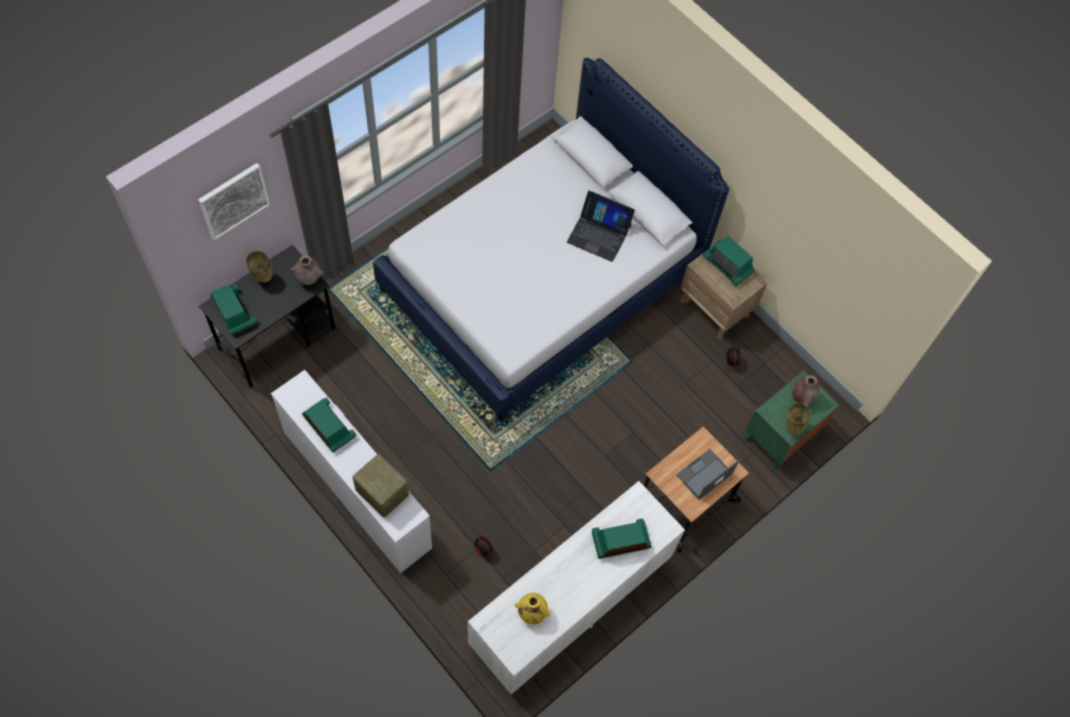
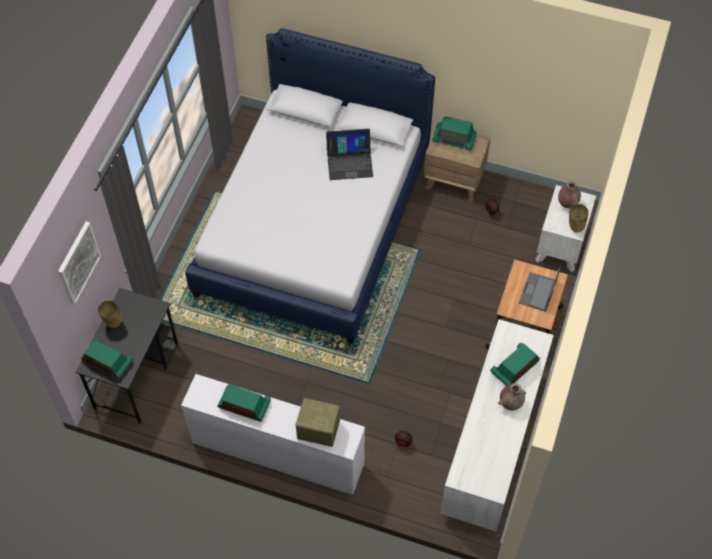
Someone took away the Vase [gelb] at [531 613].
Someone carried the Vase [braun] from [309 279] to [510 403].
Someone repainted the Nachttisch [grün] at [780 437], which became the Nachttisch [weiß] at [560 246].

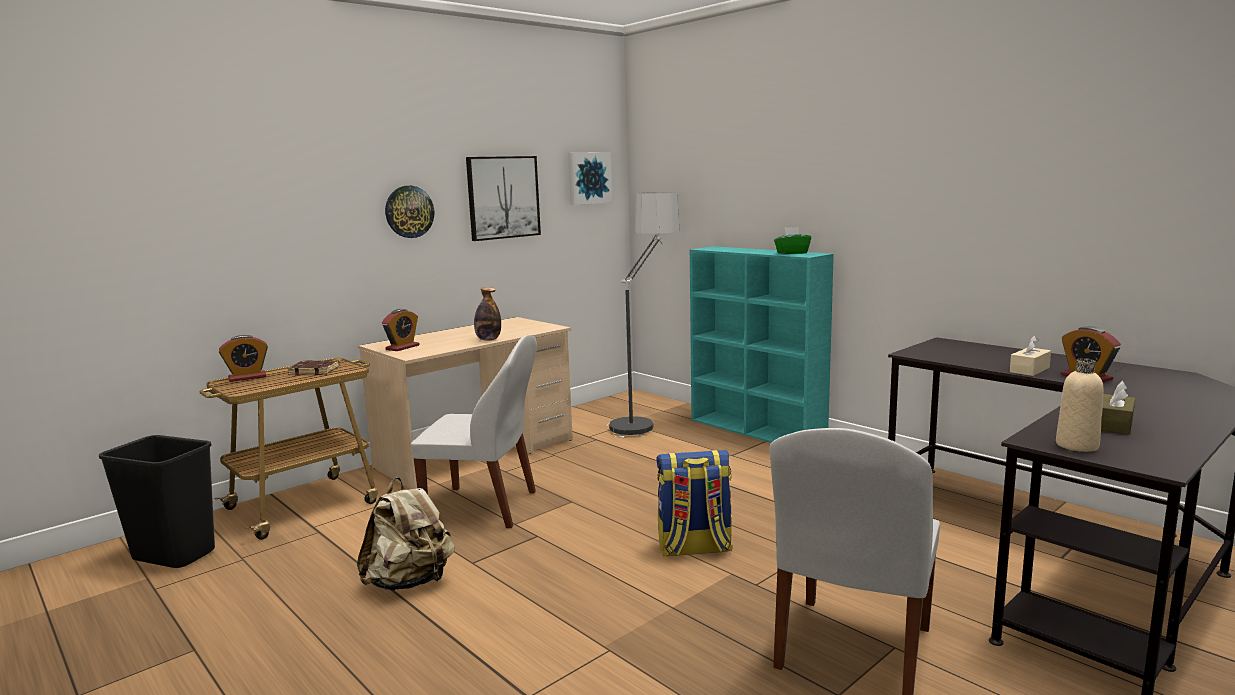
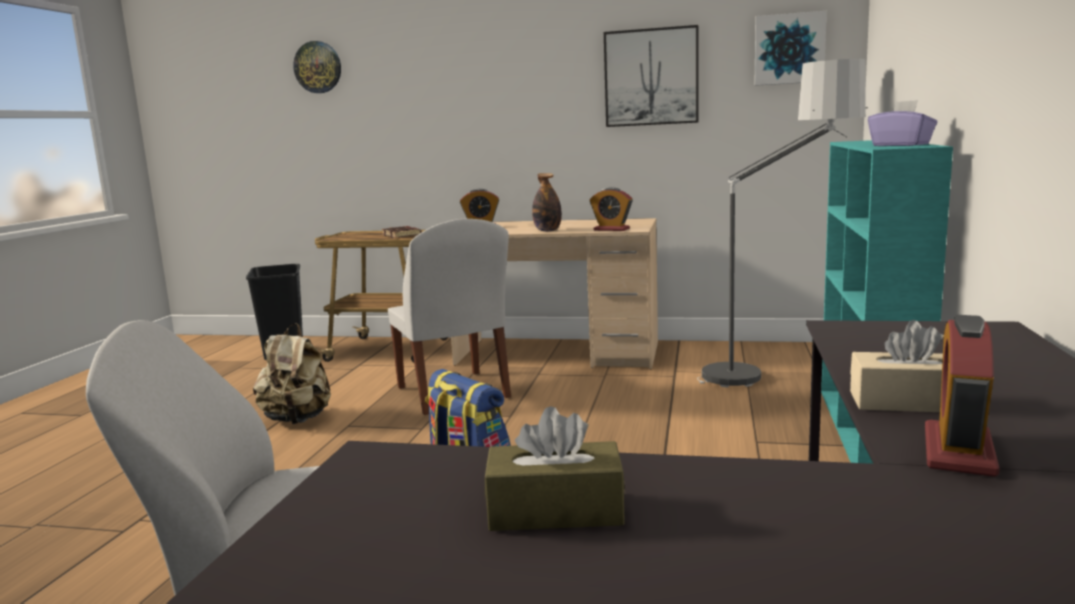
Someone took away the Flasche [beige] at [1077 445].
Someone carried the Wecker from [247 377] to [611 229].
Someone carried the Wanduhr from [409 211] to [318 67].
Someone repainted the Taschentuchbox [grün] at [792 253], which became the Taschentuchbox [lila] at [901 145].

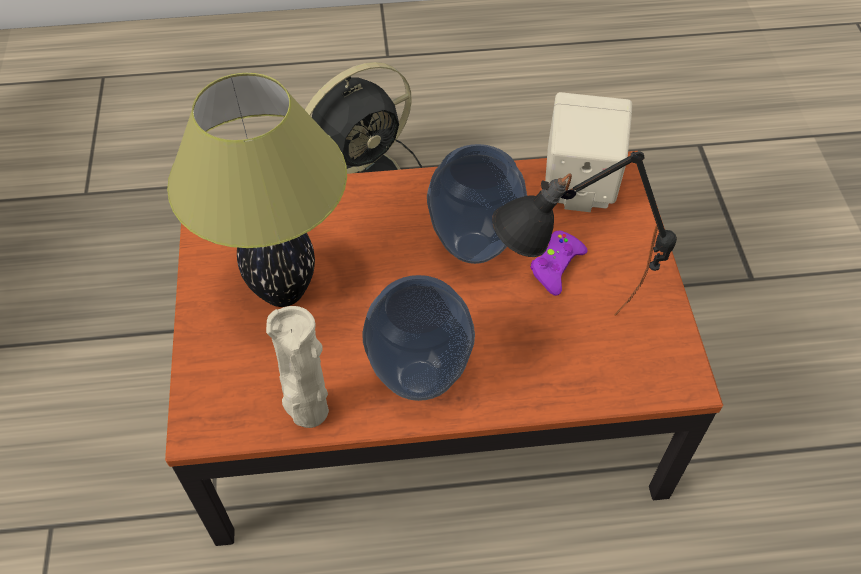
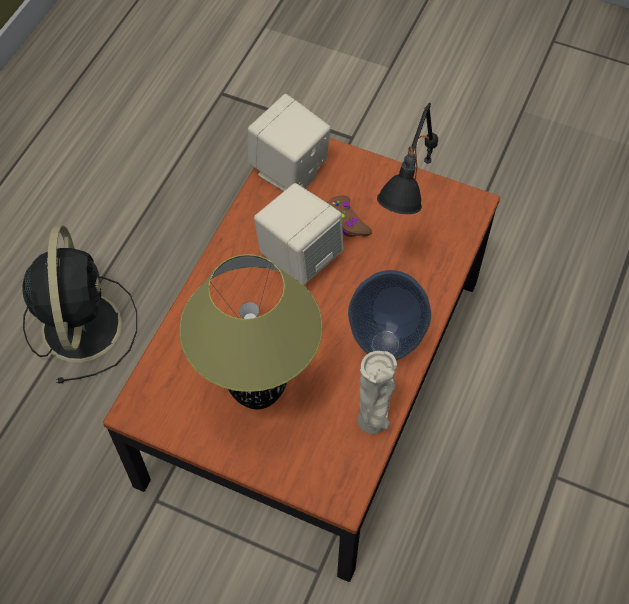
Someone swapped the Vase at [475 247] for the Lautsprecher [beige] at [299 258].
Someone repainted the Gamepad [lila] at [556 266], which became the Gamepad [braun] at [347 221].

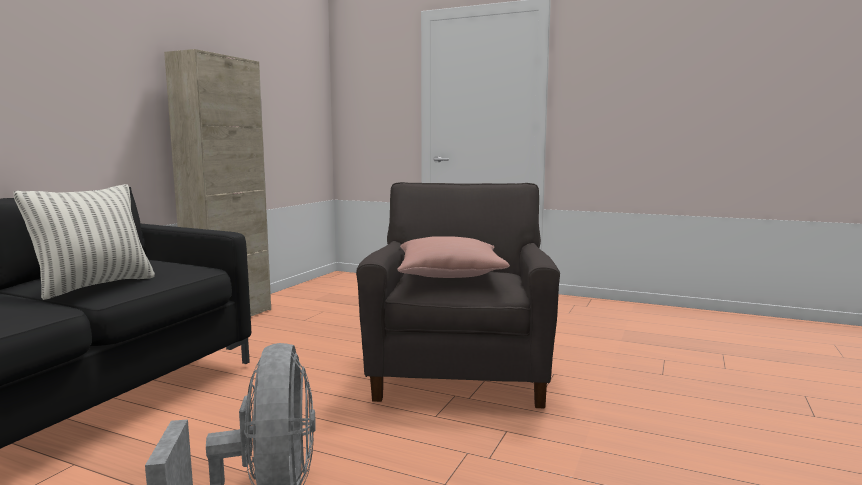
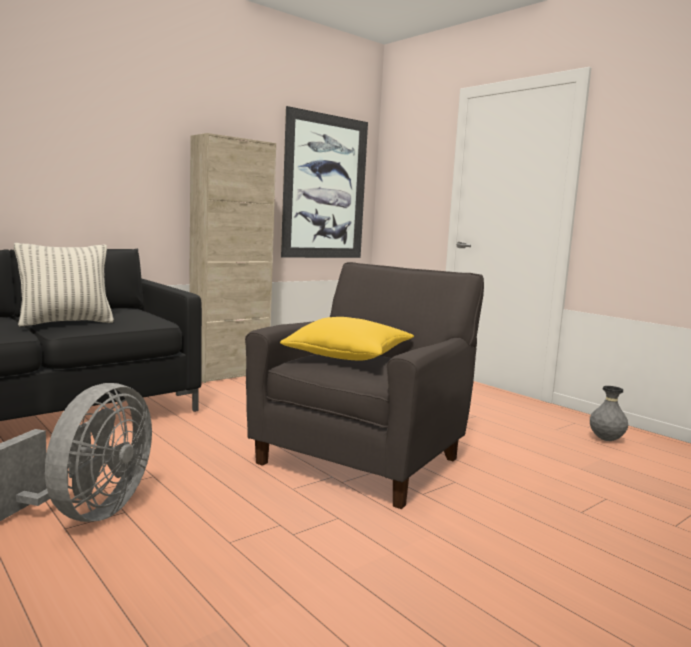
Someone put up the Bild at [325 187].
Someone put down the Vase [grau] at [606 440].
Someone repainted the Kissen [rosa] at [450 274], which became the Kissen [gelb] at [349 356].

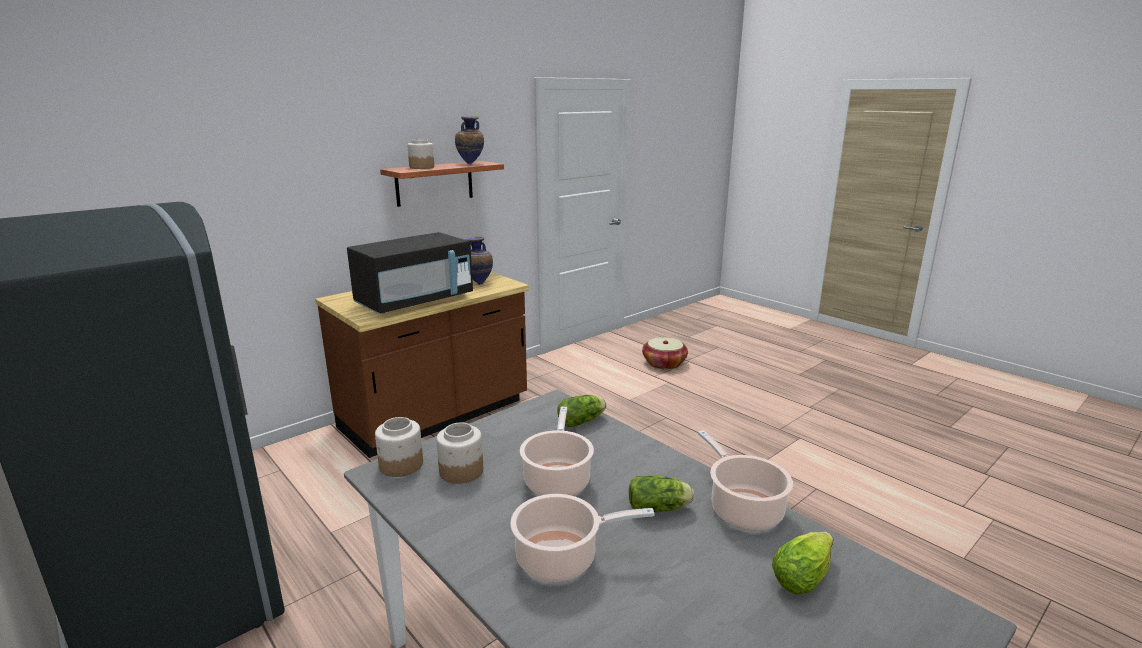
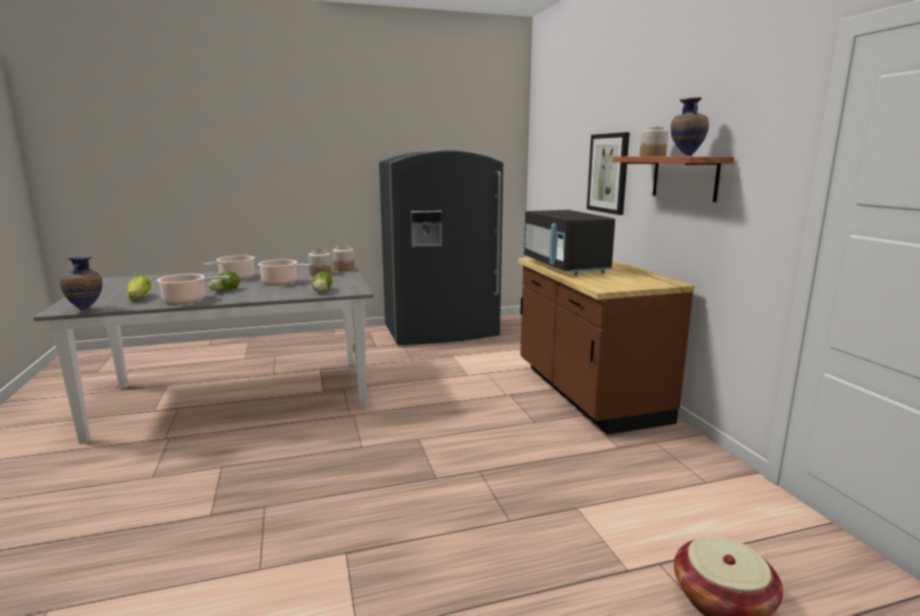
Someone put up the Bild at [608 173].
Someone carried the Vase from [479 283] to [87 310].

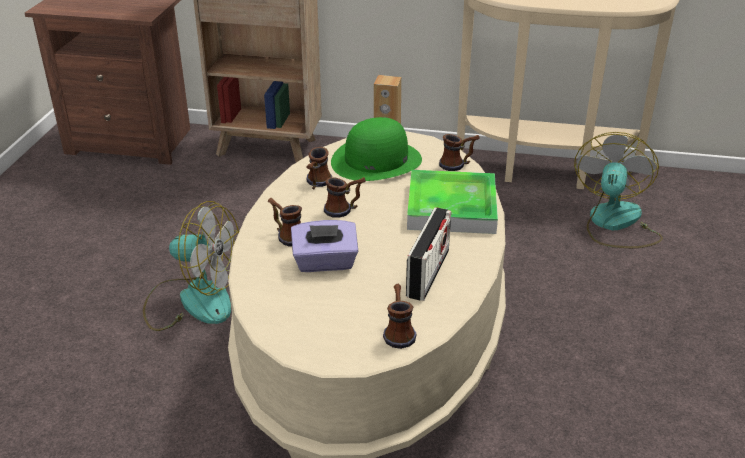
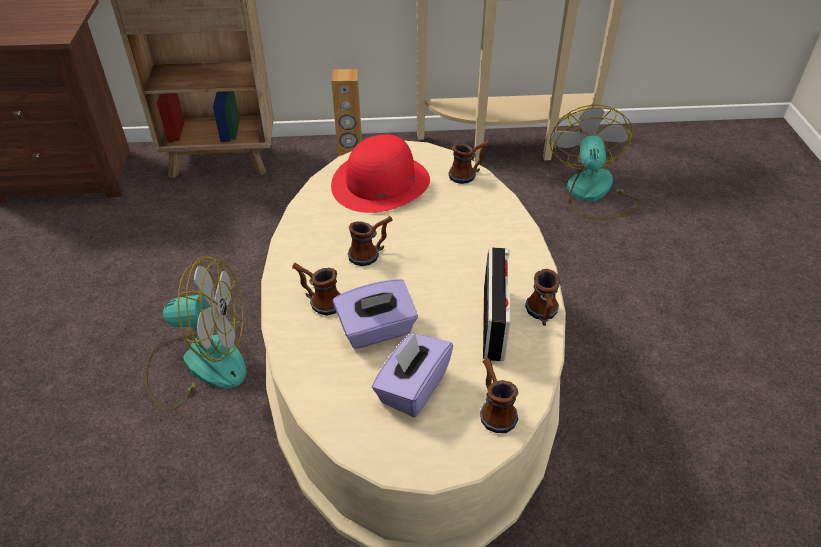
Someone took away the Tablett at [451 207].
Someone put down the Taschentuchbox [lila] at [412 388].
Someone carried the Henkelbecher from [316 184] to [542 315].
Someone repainted the Hut [grün] at [376 161], which became the Hut [rot] at [380 183].

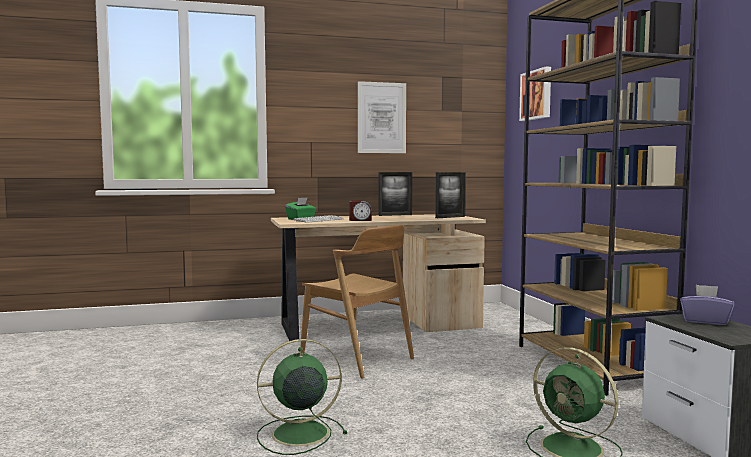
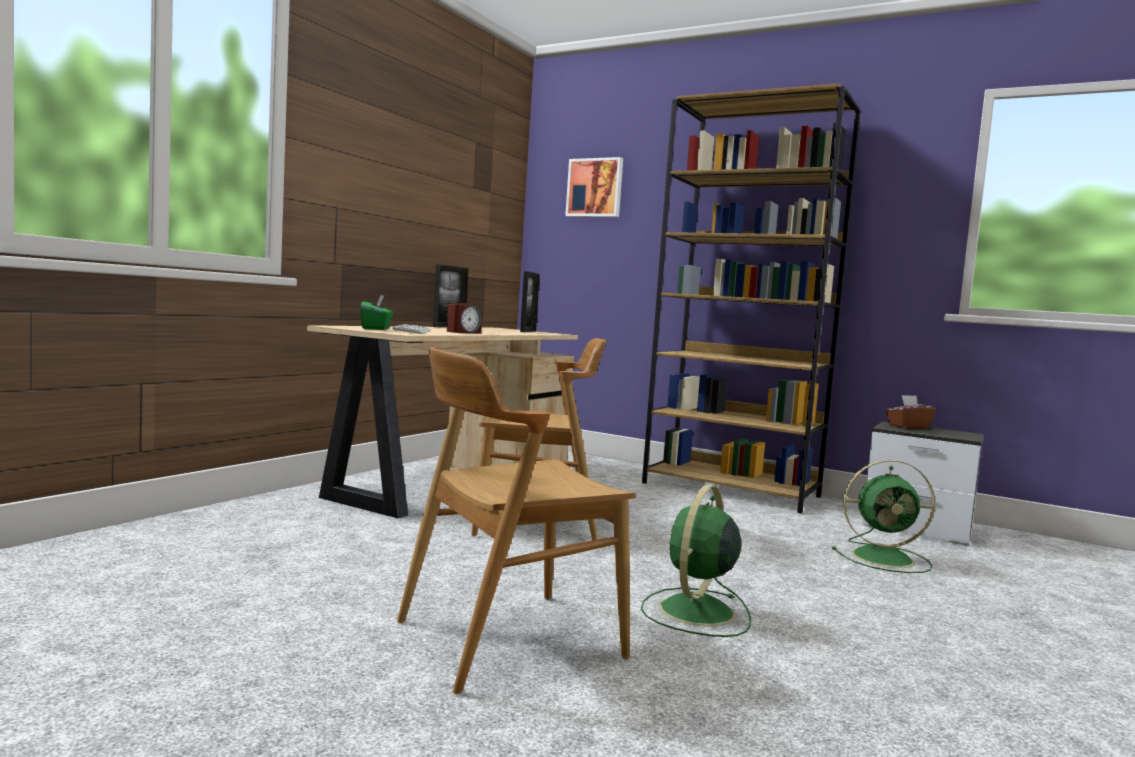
Someone took away the Bild at [381 118].
Someone put down the Stuhl [braun] at [508 639].
Someone repainted the Taschentuchbox [lila] at [704 321], which became the Taschentuchbox [braun] at [908 427].

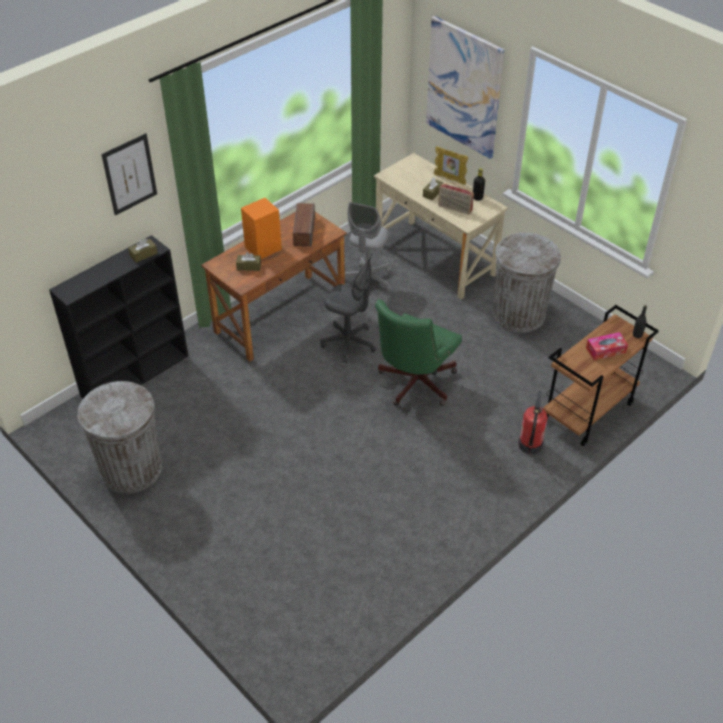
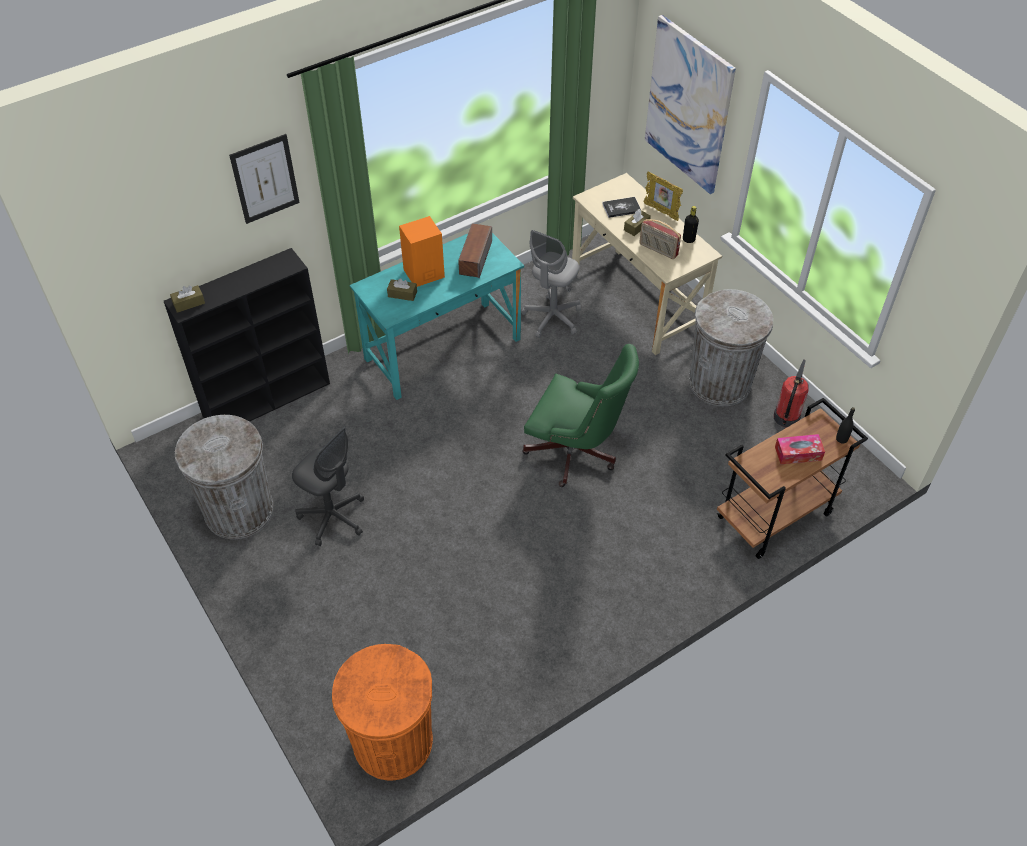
Someone put down the Mülleimer [orange] at [392 742].
Someone put down the Buch at [621 208].
Someone carried the Taschentuchbox [braun] from [143 254] to [189 303].
Someone carried the Bürostuhl [grau] from [349 343] to [333 517].
Someone carried the Feuerlöscher from [530 445] to [786 418].
Someone repainted the Schreibtisch [braun] at [280 316], which became the Schreibtisch [türkis] at [442 349].
Someone rotated the Bürostuhl [grün] at [413 384] by 105 degrees counterclockwise.

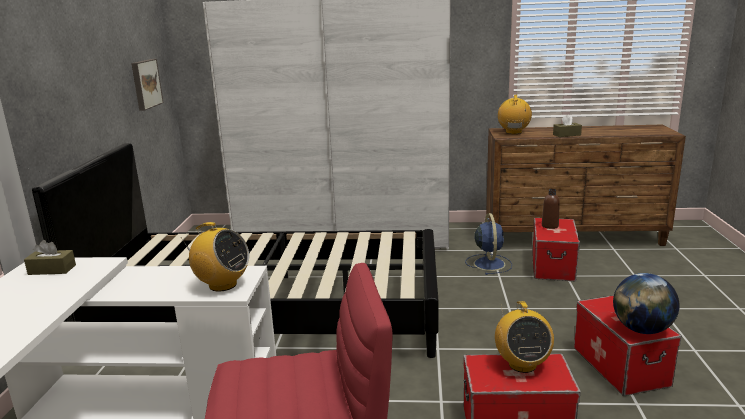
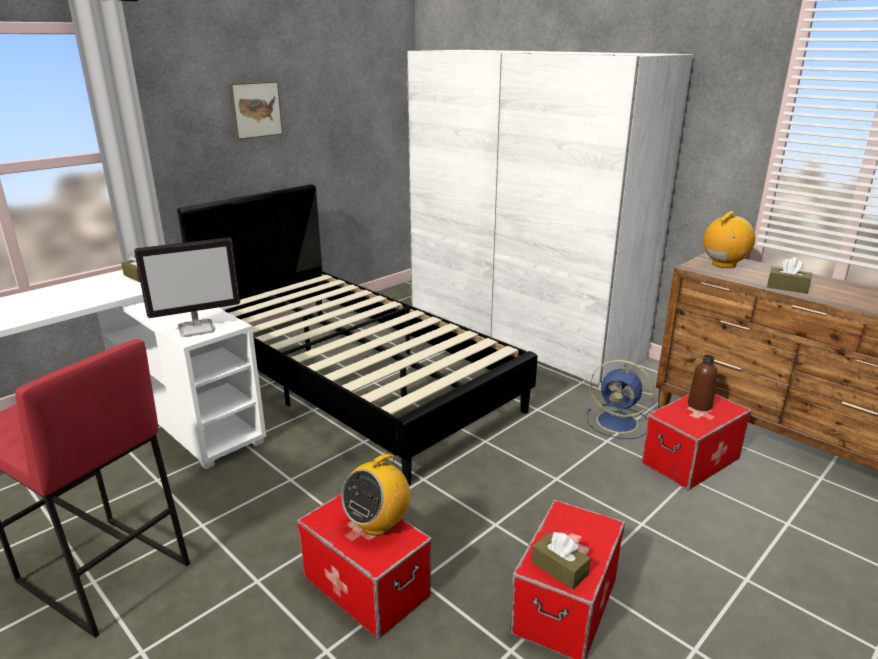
Someone carried the Bild from [145 84] to [254 109].
Someone swapped the Radio at [222 285] for the Monitor at [197 328].
Someone swapped the Globus at [642 329] for the Taschentuchbox [braun] at [559 568].
Someone rotated the Ventilator [blau] at [489 263] by 75 degrees clockwise.

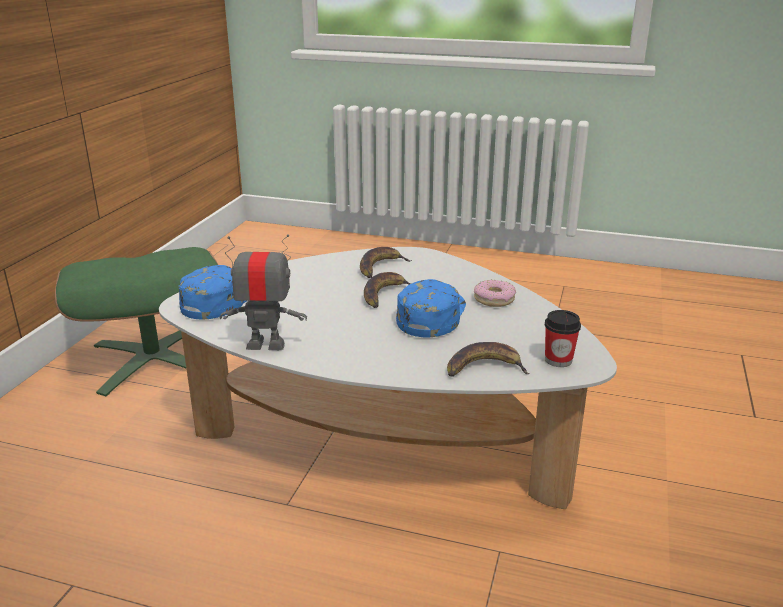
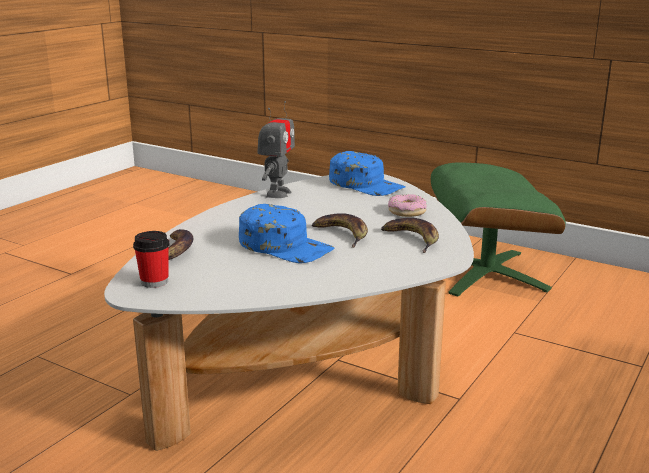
Someone carried the Donut from [494 299] to [407 211].

